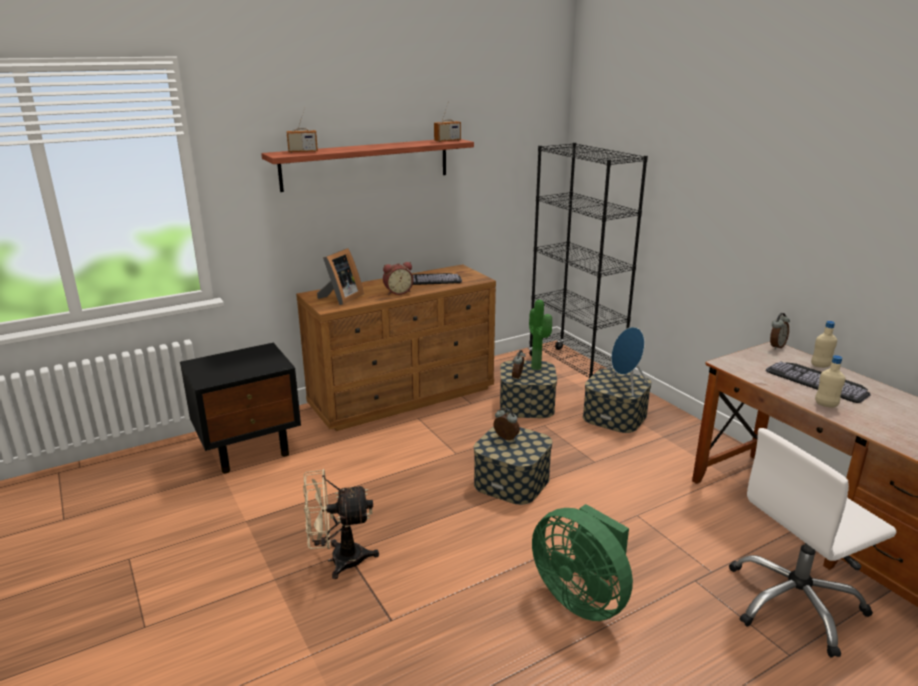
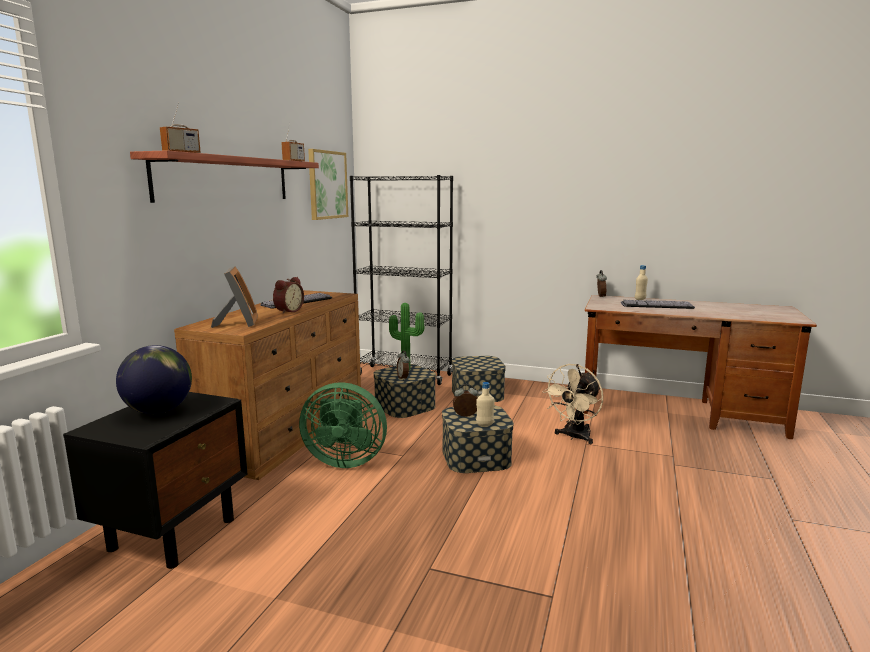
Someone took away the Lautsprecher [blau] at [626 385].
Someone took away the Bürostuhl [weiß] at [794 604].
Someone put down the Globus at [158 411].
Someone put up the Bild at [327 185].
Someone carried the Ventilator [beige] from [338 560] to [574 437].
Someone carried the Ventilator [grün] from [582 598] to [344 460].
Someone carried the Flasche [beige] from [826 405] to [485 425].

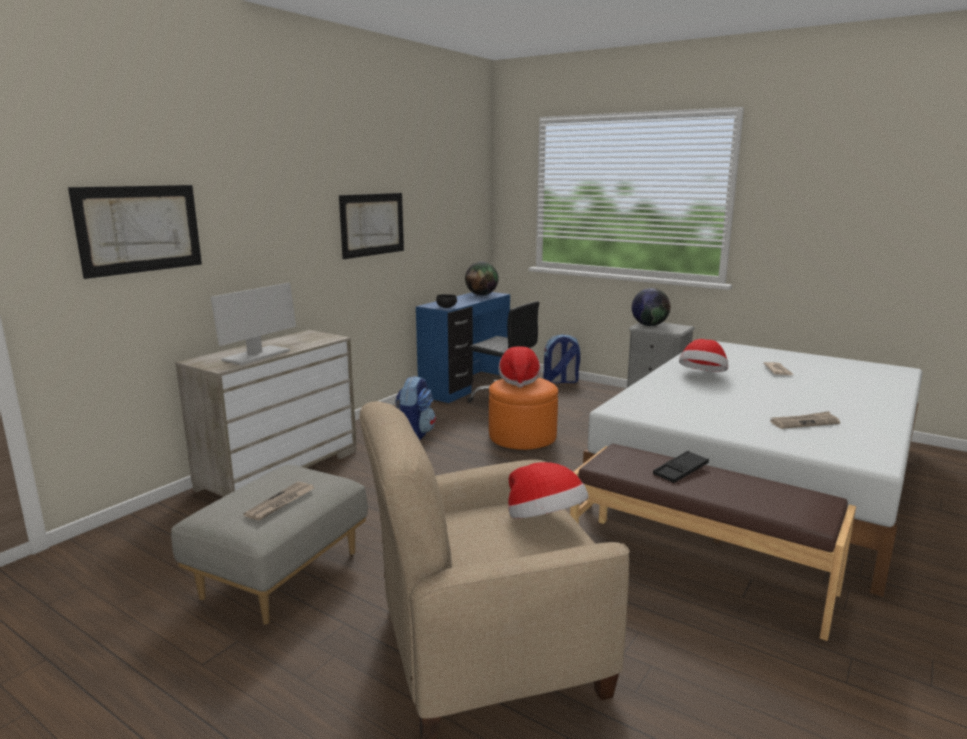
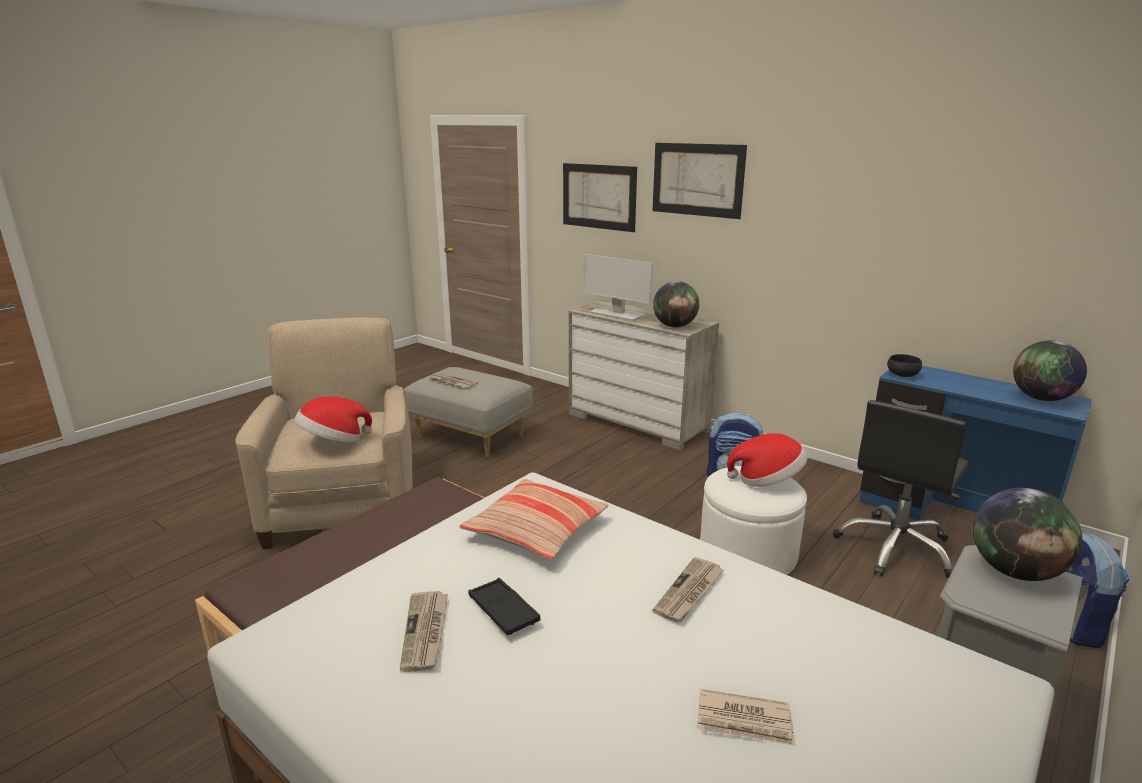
Someone put down the Kissen at [536 530].
Someone put down the Globus at [674 326].
Someone carried the Bild from [372 224] to [697 179].
Someone carried the Tablett [schwarz] from [680 471] to [503 611].
Someone swapped the Hut at [702 375] for the Zeitung at [689 592].
Someone repainted the Polsterhocker [orange] at [522 436], which became the Polsterhocker [weiß] at [747 552].

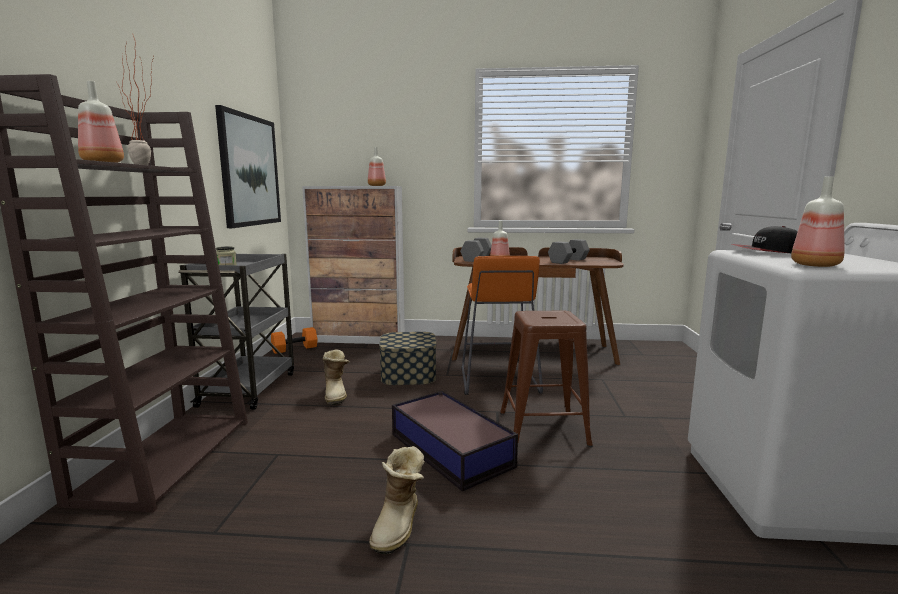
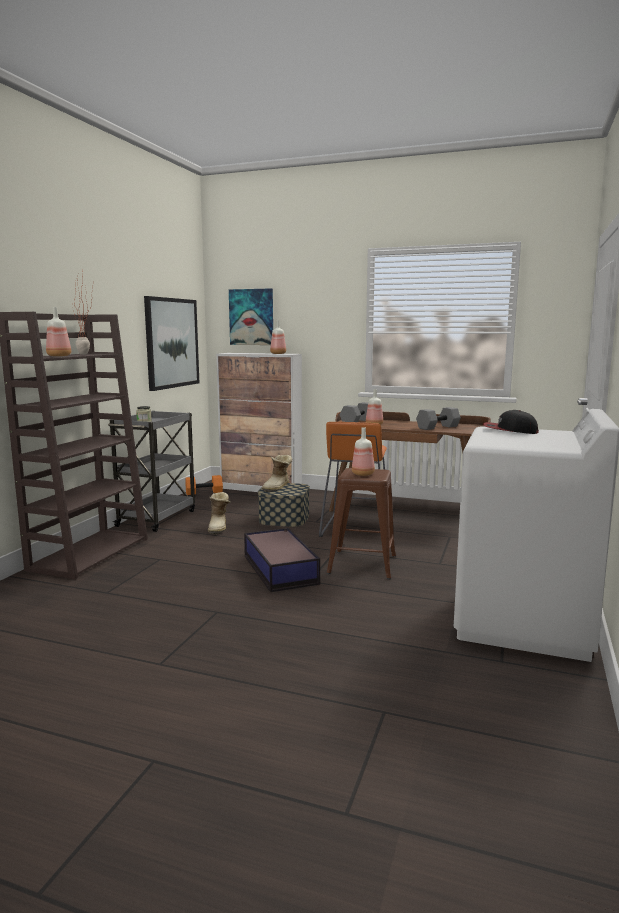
Someone put up the Bild at [251 317].
Someone carried the Stiefel from [399 525] to [278 487].
Someone carried the Flasche from [816 265] to [363 474].

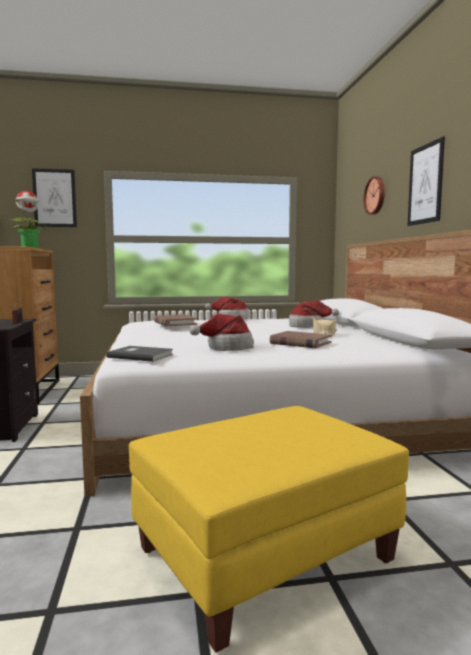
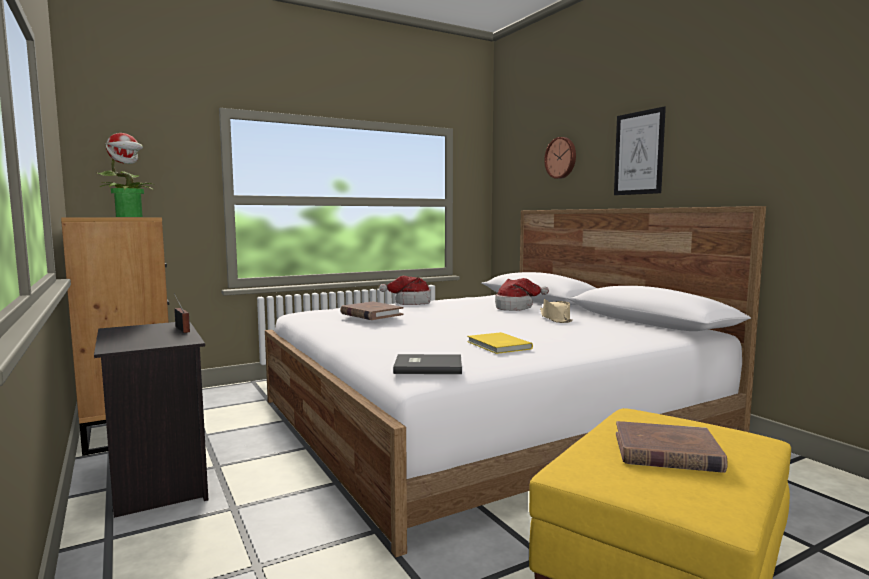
Someone took away the Bild at [54 198].
Someone carried the Buch [braun] from [300 343] to [666 452].
Someone swapped the Hut at [227 347] for the Buch [gelb] at [498 345].

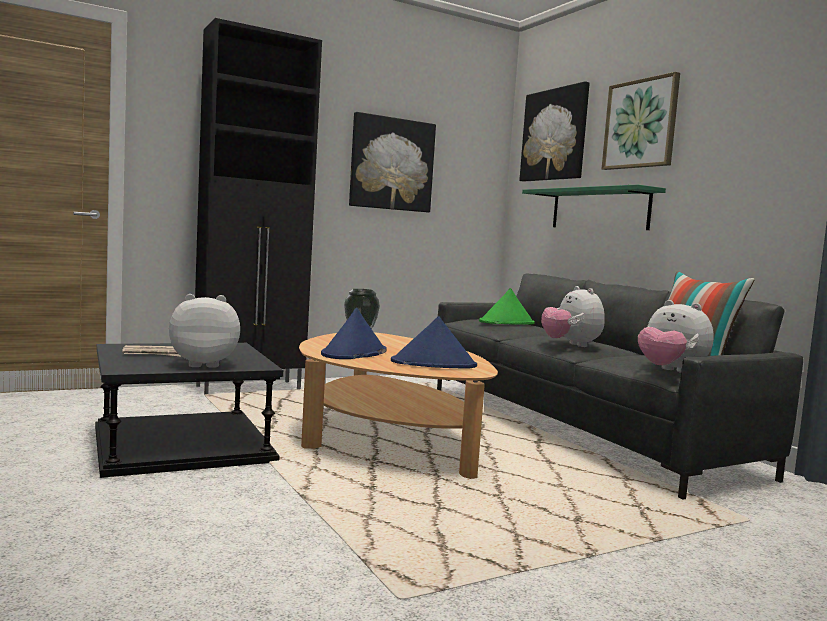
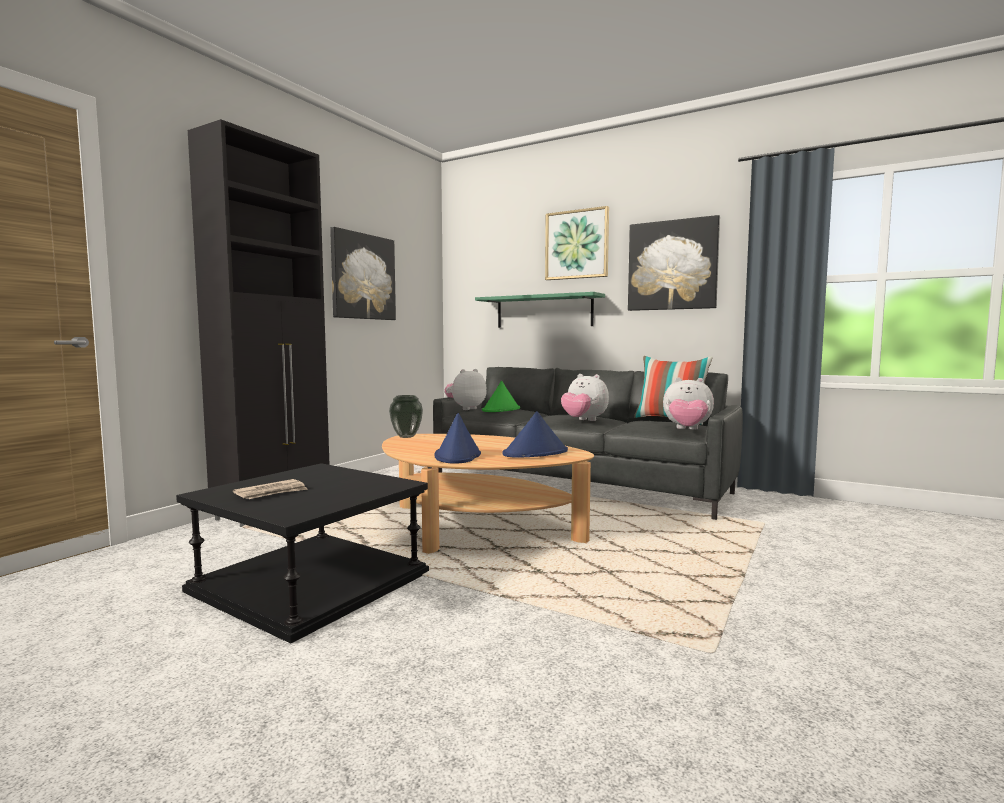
Someone carried the Plüschtier from [204 364] to [465 408].
Someone carried the Bild from [555 135] to [672 265].

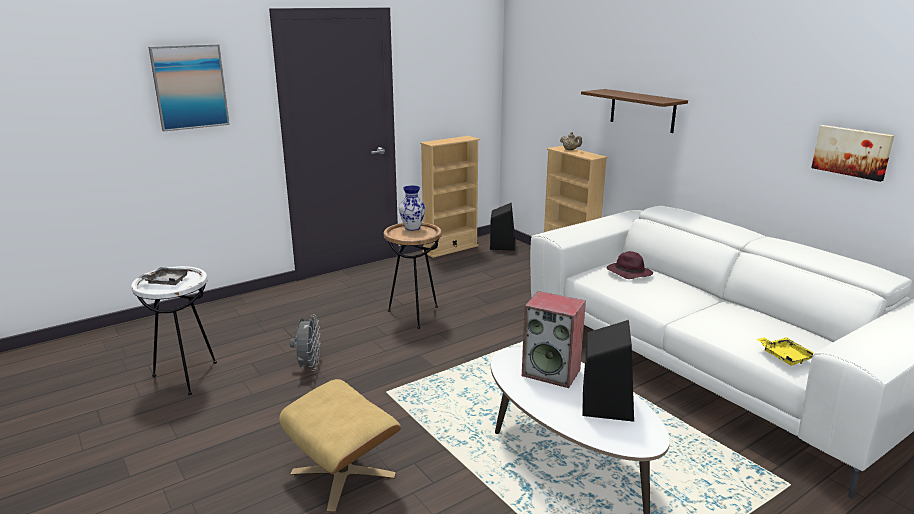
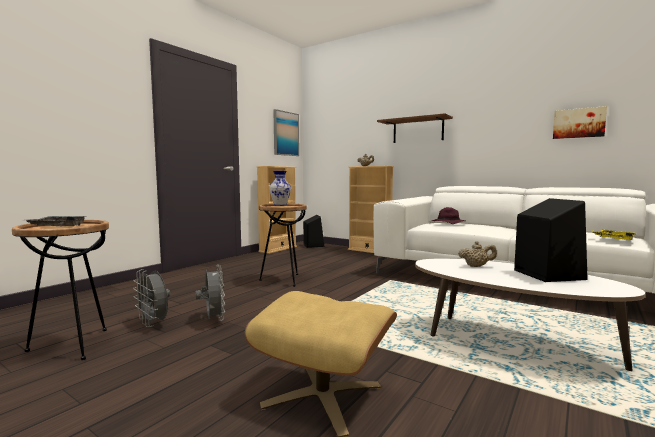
Someone put down the Ventilator [grau] at [154 323].
Someone carried the Bild from [190 87] to [285 133].
Someone swapped the Lautsprecher at [552 372] for the Teekanne [beige] at [476 266].
Someone repainted the Beistelltisch [weiß] at [187 377], which became the Beistelltisch [braun] at [73 345].

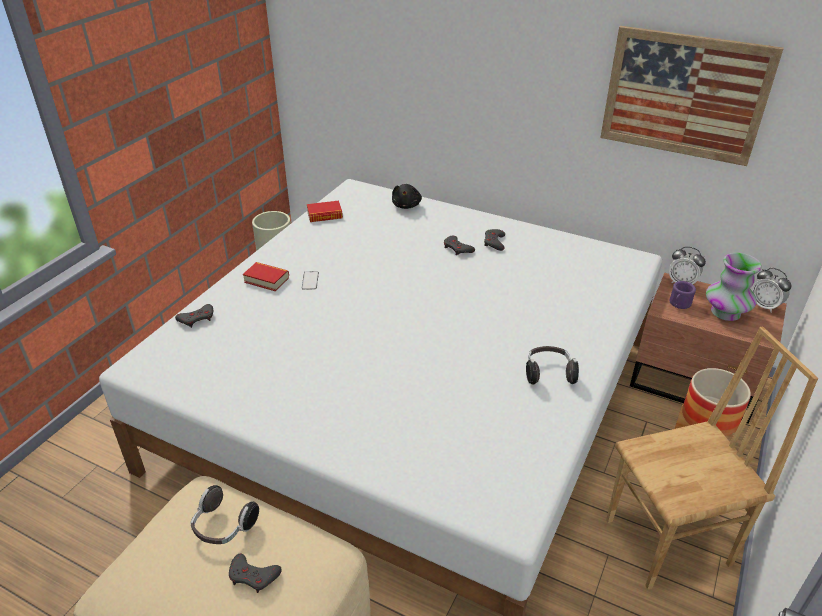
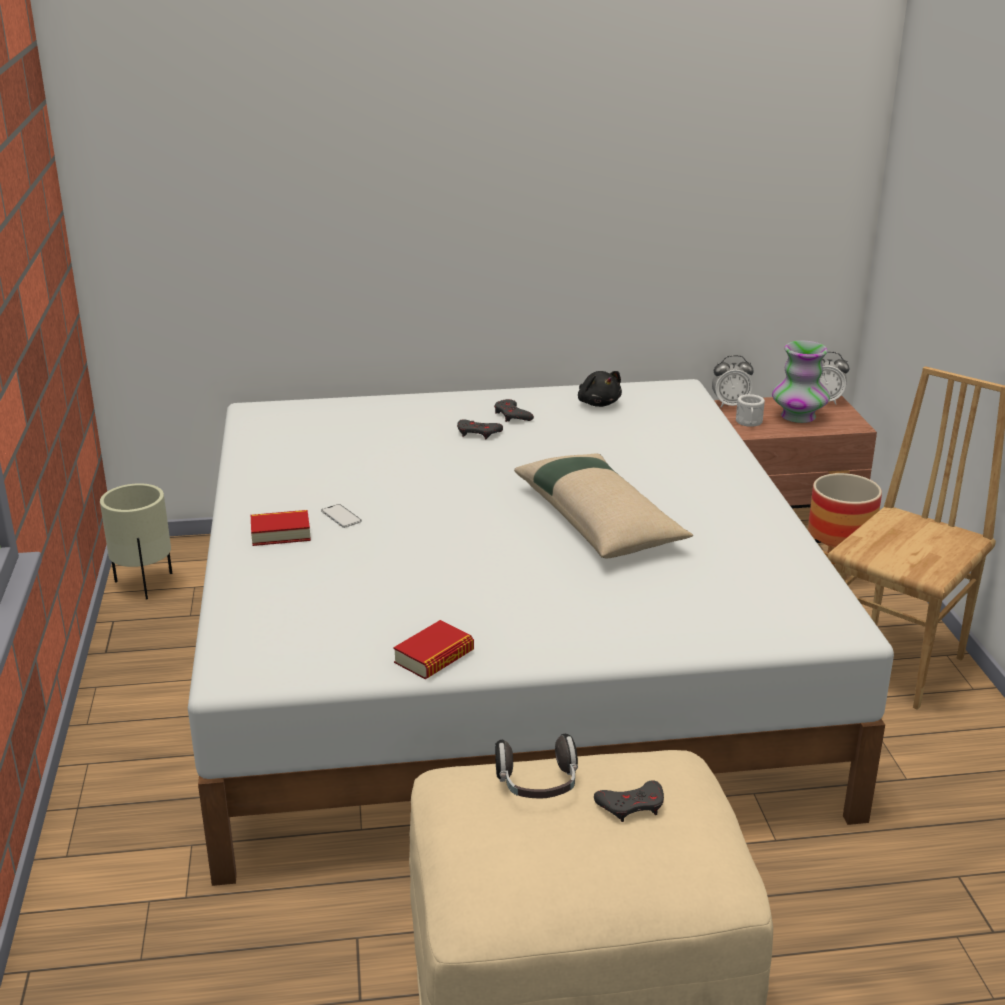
Someone took away the Gamepad [grau] at [197 318].
Someone took away the Kopfhörer at [549 373].
Someone took away the Bild at [684 95].
Someone put down the Kissen [beige] at [599 520].
Someone carried the Buch from [324 215] to [434 657].
Someone carried the Plüschtier [schwarz] from [406 205] to [598 403].
Someone repainted the Henkelbecher [lila] at [679 304], which became the Henkelbecher [weiß] at [749 423].

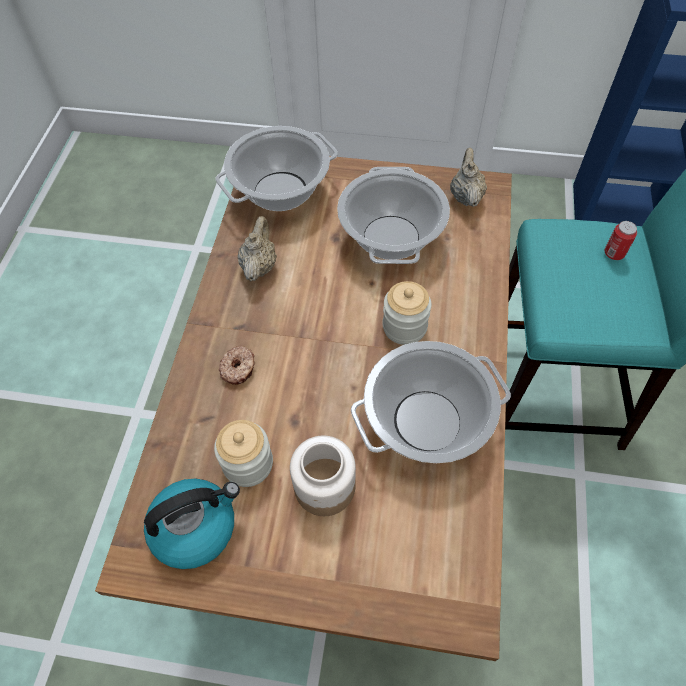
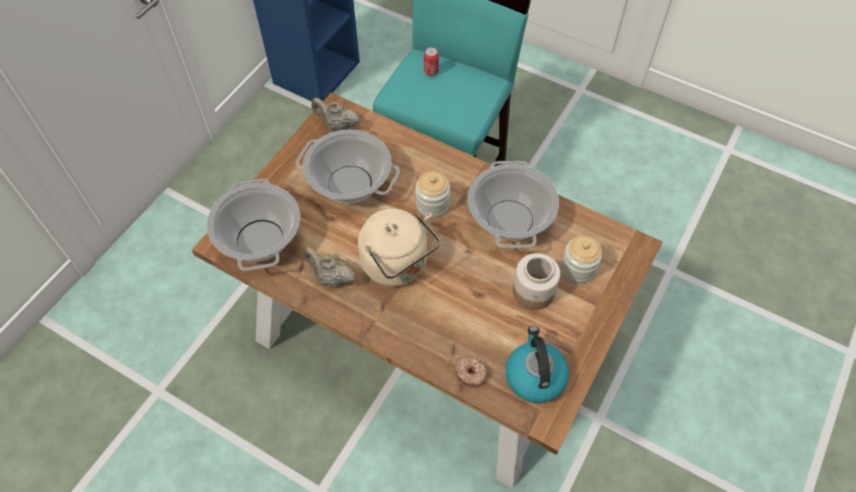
Someone put down the Wasserkessel [beige] at [398 265].
Someone carried the Vorratsglas from [248 463] to [578 269].
Someone carried the Donut from [238 368] to [471 373].

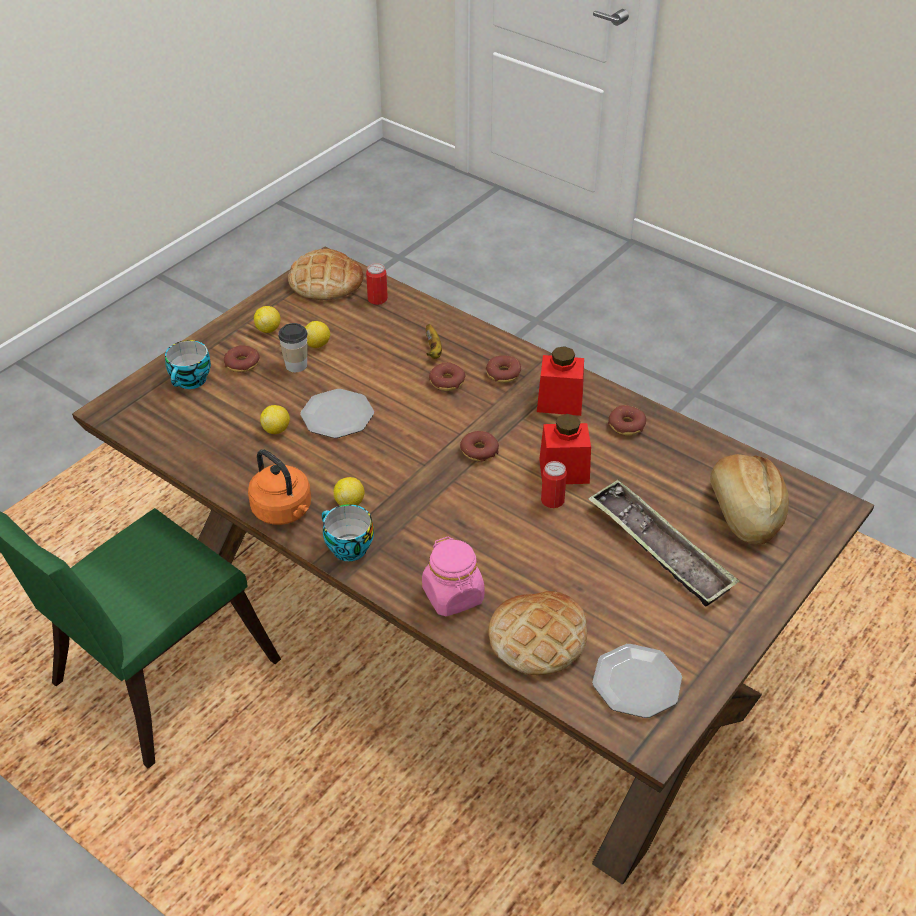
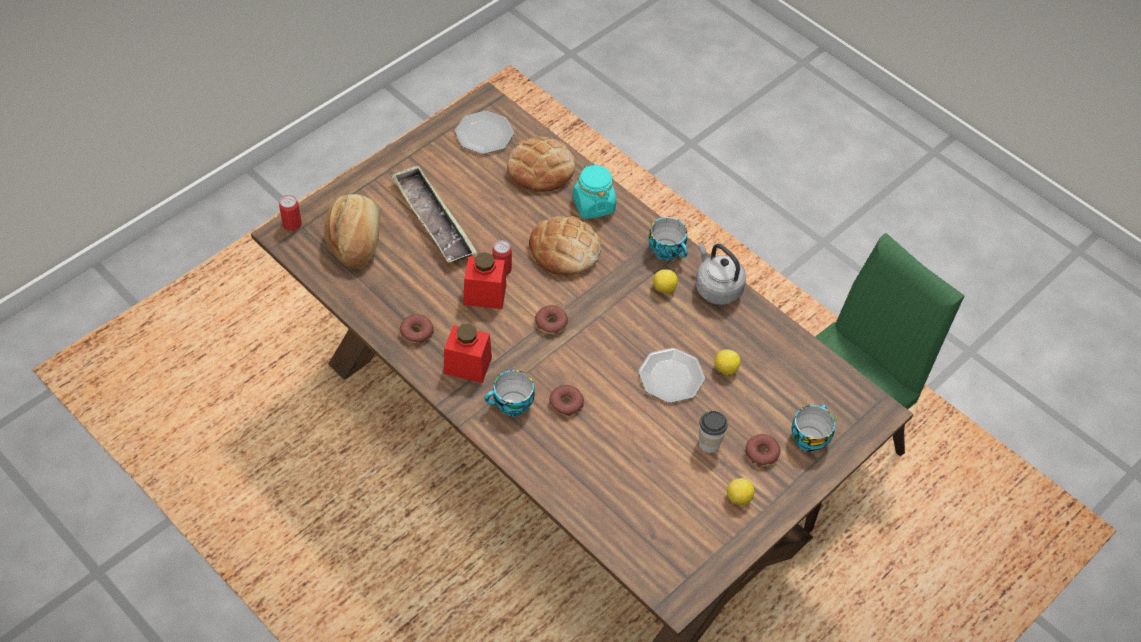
Someone took away the Zitrone at [317 344].
Someone took away the Banane at [433 350].
Someone carried the Brot from [326 282] to [565 250].
Someone carried the Dose from [377 299] to [292 224].
Someone swapped the Donut at [503 374] for the Tasse at [511 405].
Someone repainted the Wasserkessel [orange] at [284 511], which became the Wasserkessel [grau] at [716 288].
Someone repainted the Vorratsglas [rosa] at [453 596], which became the Vorratsglas [türkis] at [593 205].

